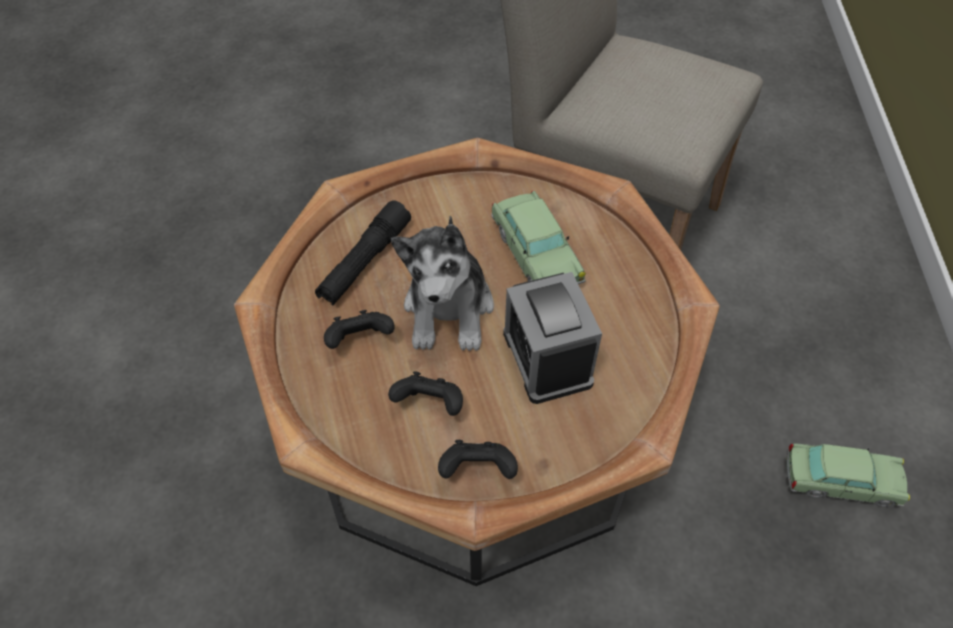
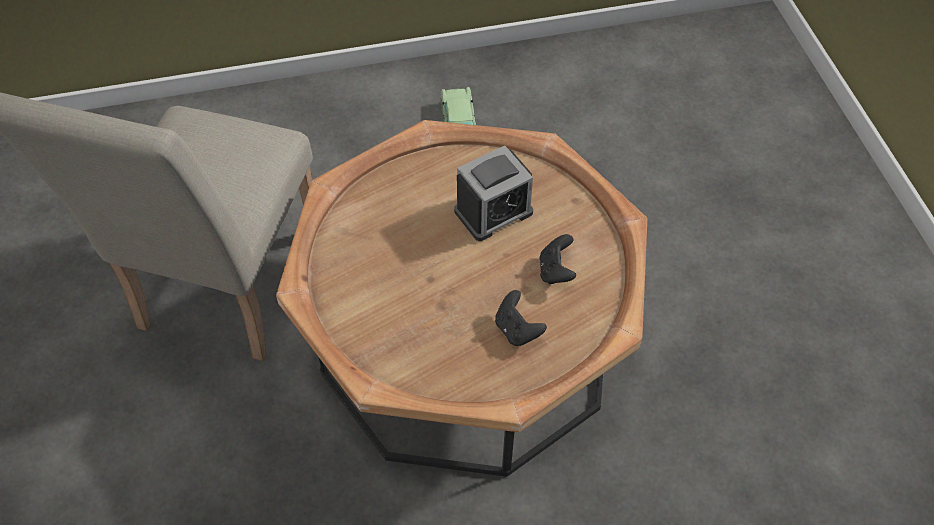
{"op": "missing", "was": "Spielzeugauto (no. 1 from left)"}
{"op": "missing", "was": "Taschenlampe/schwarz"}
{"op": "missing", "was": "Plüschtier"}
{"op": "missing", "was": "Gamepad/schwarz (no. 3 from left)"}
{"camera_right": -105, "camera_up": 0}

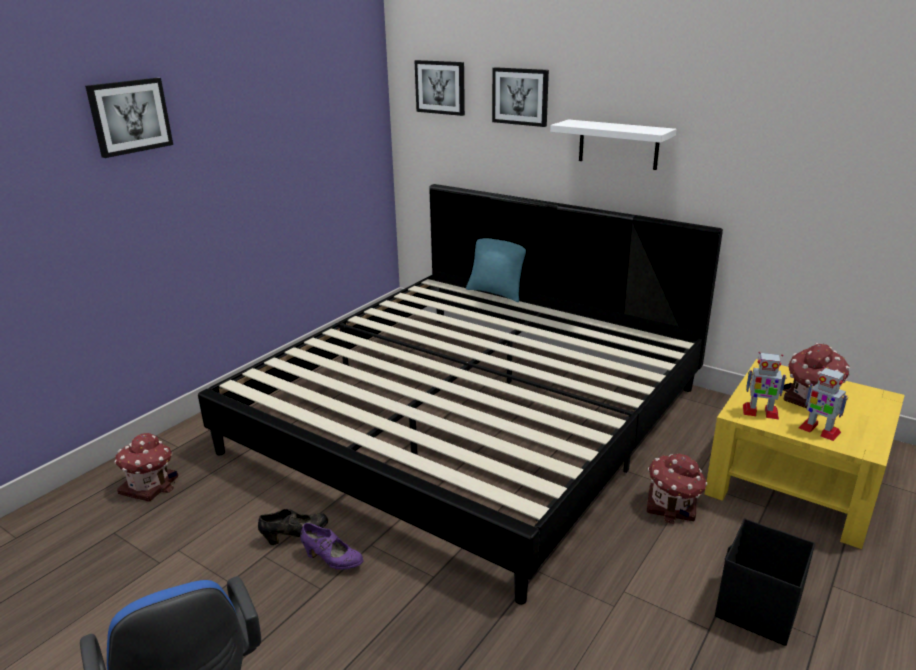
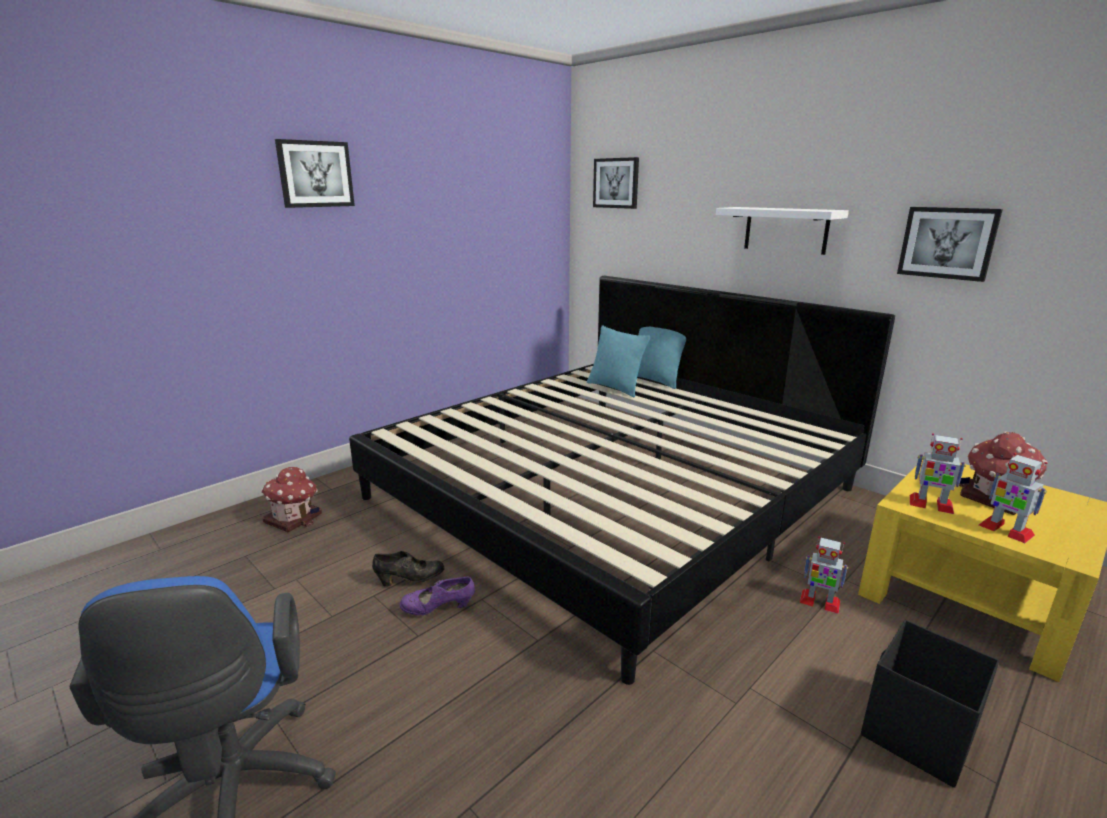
{"op": "relocated", "was": "Bild (no. 3 from left)"}
{"op": "exchanged", "was": "Spielzeughaus (no. 2 from left)", "now": "Spielzeugroboter (no. 1 from left)"}
{"op": "spun", "was": "Schuh/lila", "clockwise": 135}
{"op": "appeared", "now": "Kissen/türkis (no. 1 from left)"}
{"camera_right": 10, "camera_up": -5}

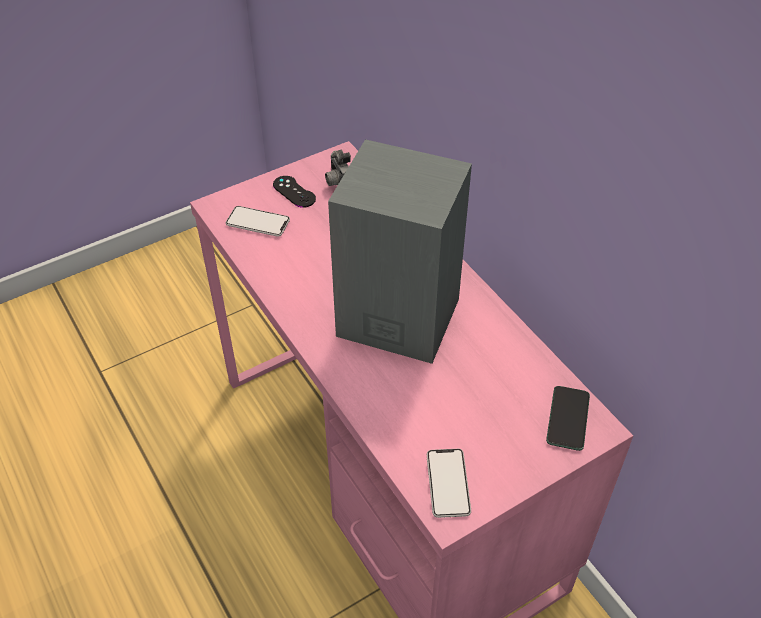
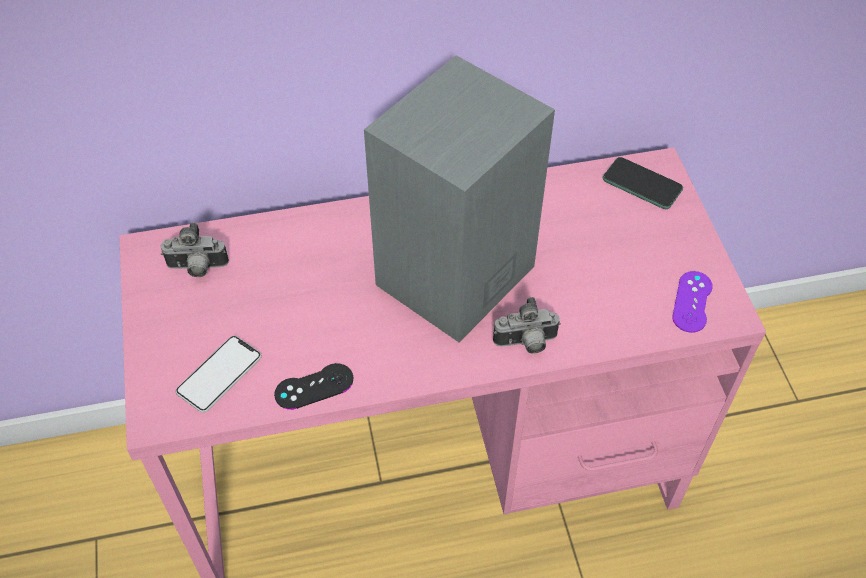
{"op": "relocated", "was": "Gamepad/schwarz"}
{"op": "exchanged", "was": "Handy (no. 2 from left)", "now": "Gamepad/lila"}
{"op": "appeared", "now": "Kamera (no. 2 from left)"}
{"camera_right": -70, "camera_up": 5}

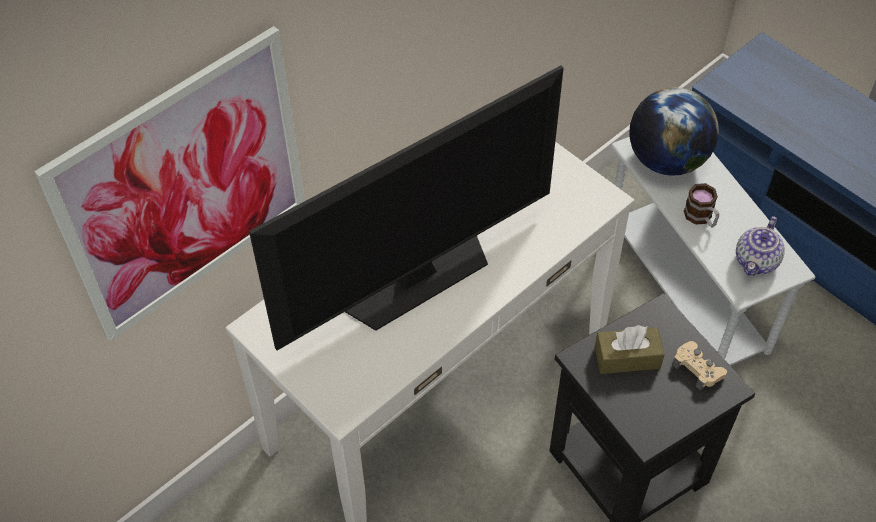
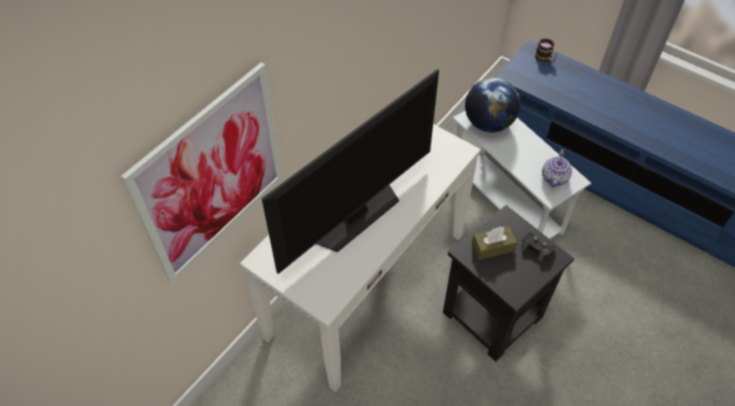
{"op": "relocated", "was": "Henkelbecher"}
{"op": "colour", "was": "Gamepad/beige", "now": "Gamepad/schwarz"}
{"camera_right": -10, "camera_up": 0}

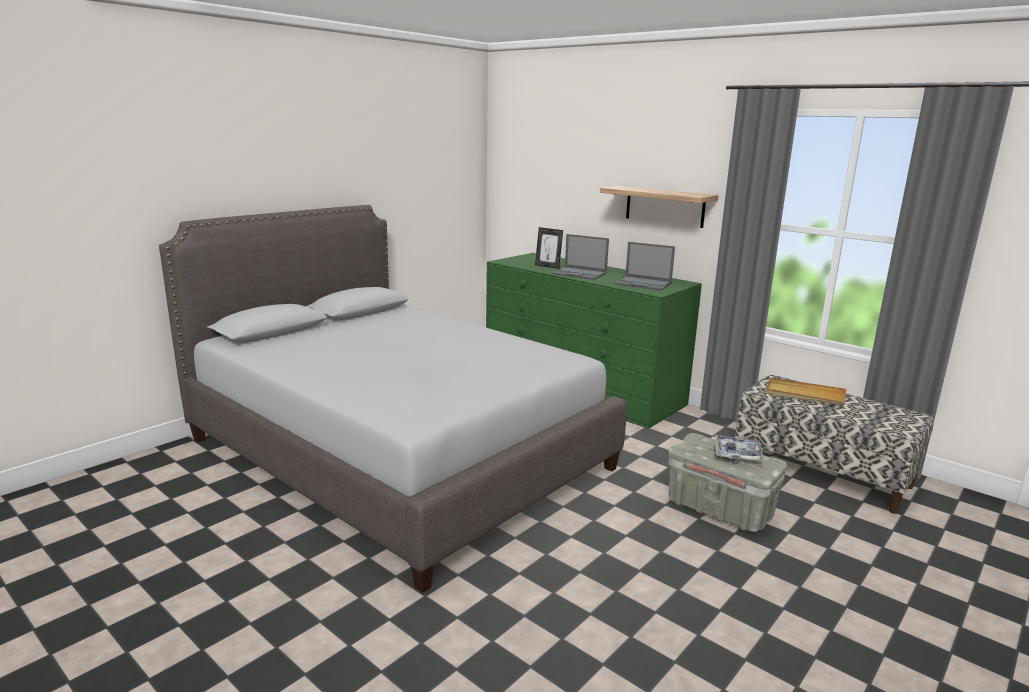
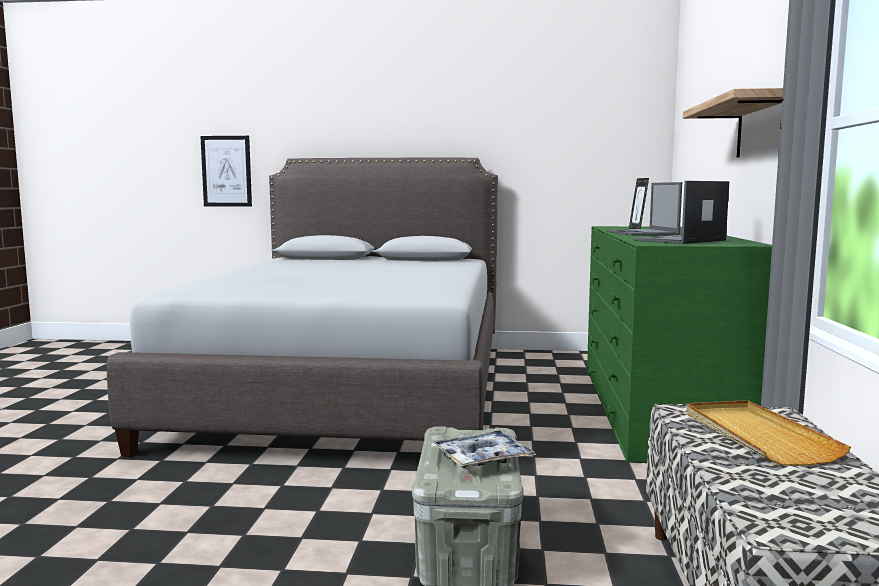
{"op": "spun", "was": "Laptop (no. 2 from left)", "clockwise": 60}
{"op": "appeared", "now": "Bild"}
{"camera_right": 55, "camera_up": -10}

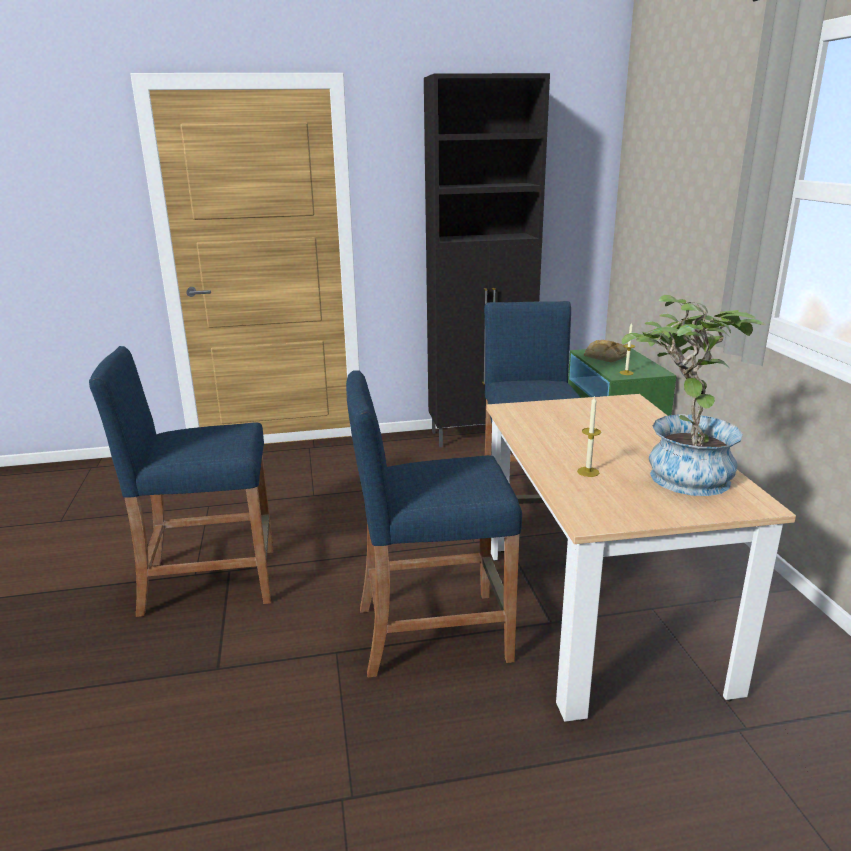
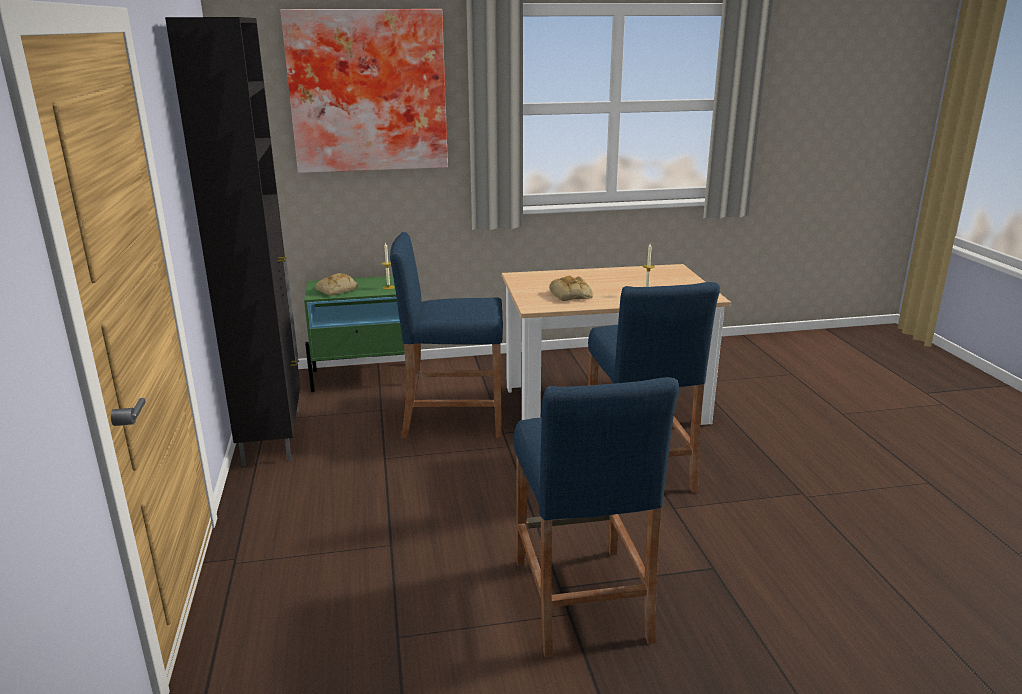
{"op": "missing", "was": "Topfpflanze"}
{"op": "appeared", "now": "Bild"}
{"op": "appeared", "now": "Brot (no. 2 from left)"}
{"camera_right": -90, "camera_up": 0}

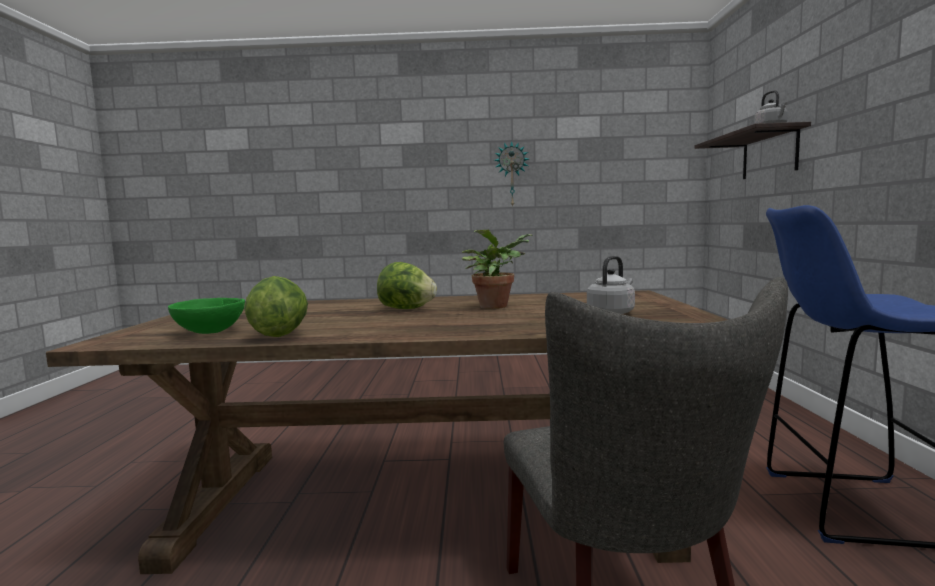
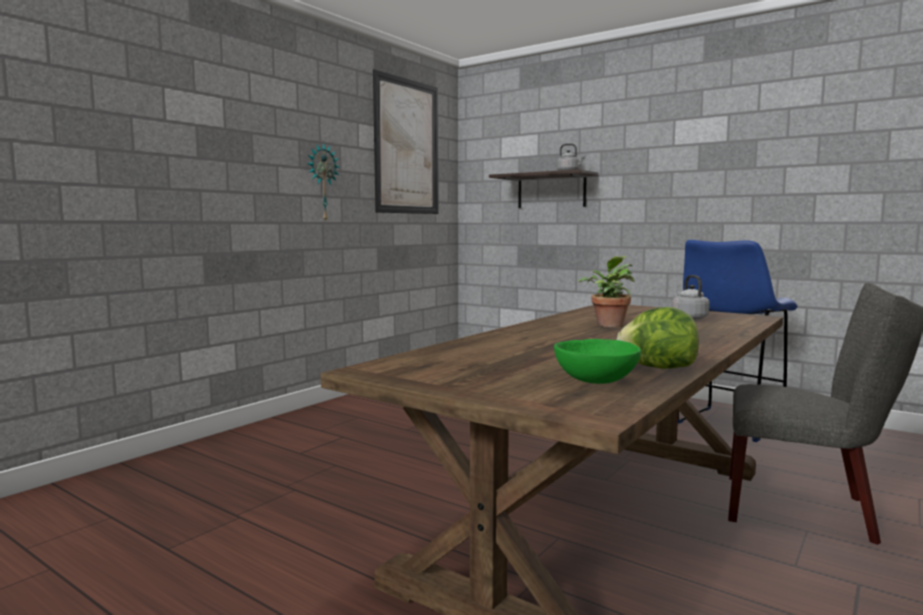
{"op": "missing", "was": "Salatkopf (no. 2 from left)"}
{"op": "appeared", "now": "Bild"}
{"camera_right": -55, "camera_up": 0}

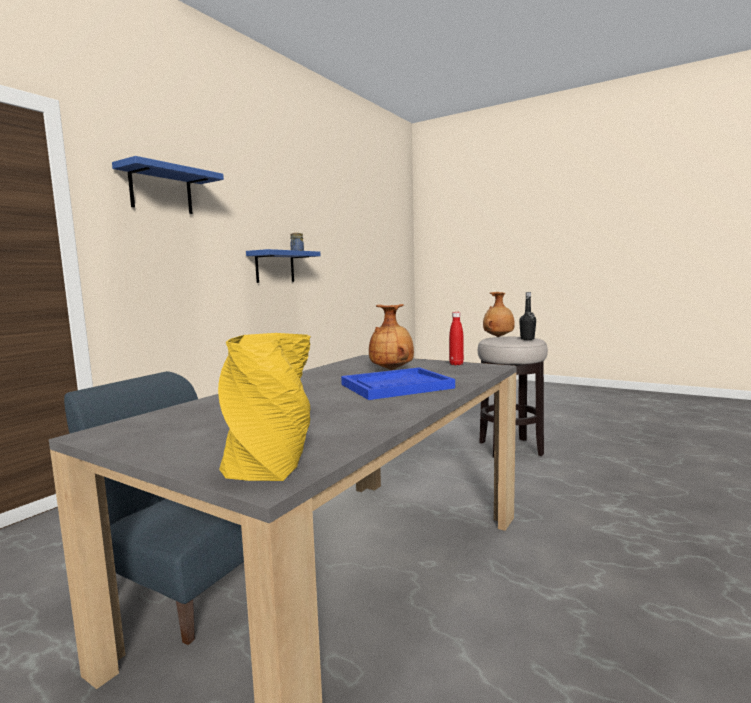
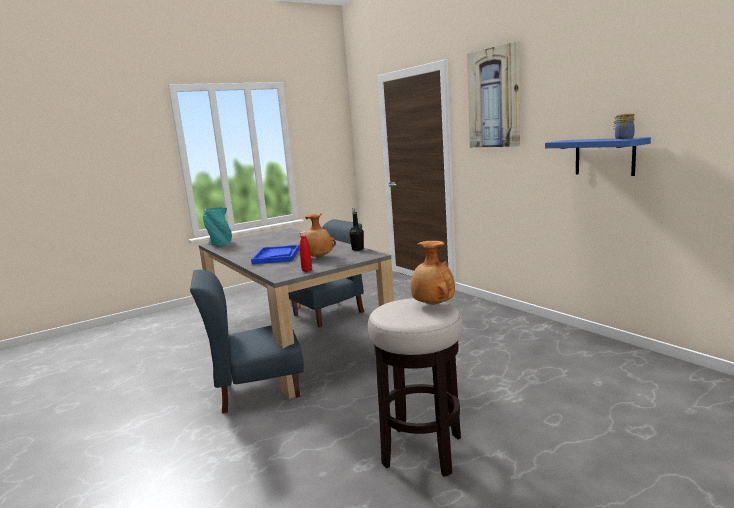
{"op": "exchanged", "was": "Wandregal/blau (no. 1 from left)", "now": "Bild"}
{"op": "relocated", "was": "Flasche/schwarz"}
{"op": "colour", "was": "Vase/gelb", "now": "Vase/türkis"}
{"op": "appeared", "now": "Stuhl/blau (no. 1 from left)"}
{"camera_right": 115, "camera_up": 5}

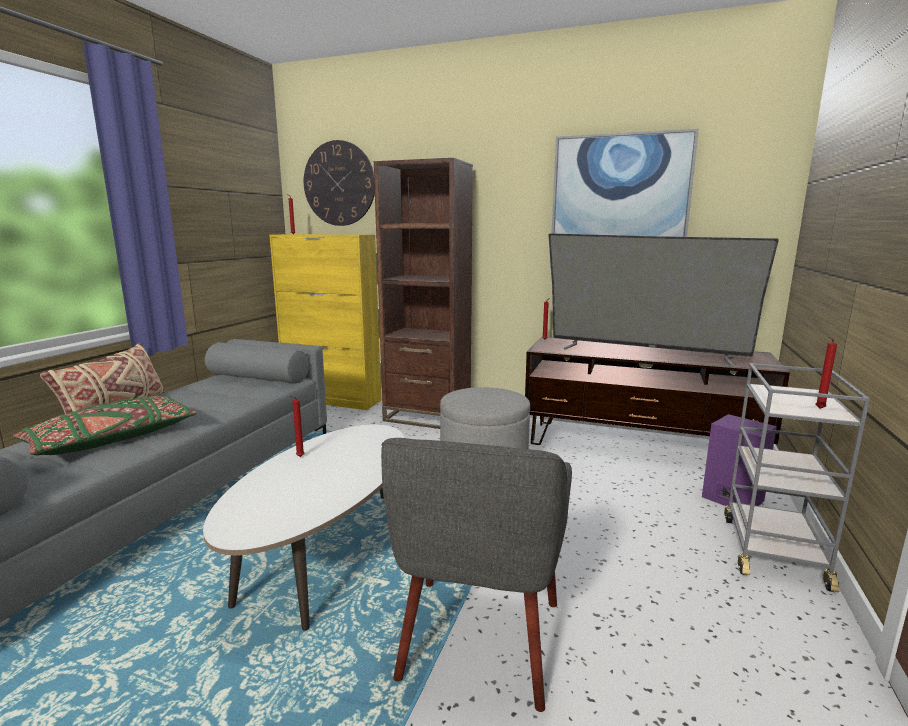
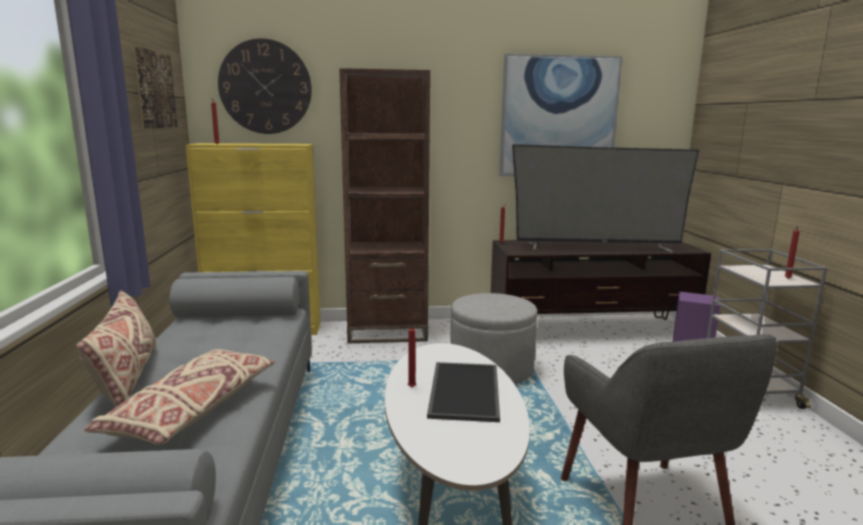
{"op": "colour", "was": "Kissen/grün", "now": "Kissen/beige (no. 2 from left)"}
{"op": "appeared", "now": "Bild (no. 1 from left)"}
{"op": "appeared", "now": "Tablett"}
{"camera_right": -25, "camera_up": 0}

